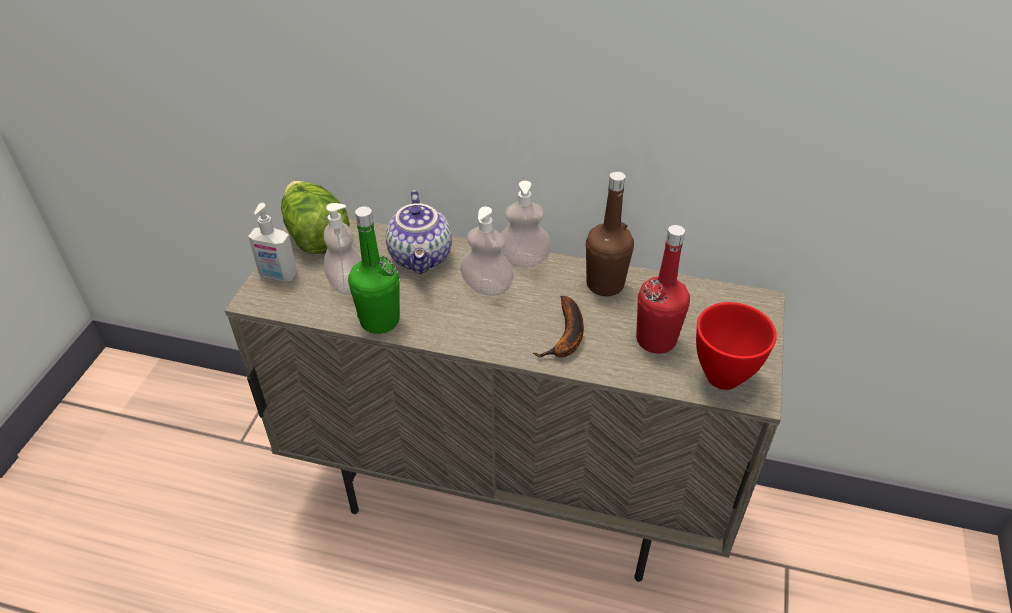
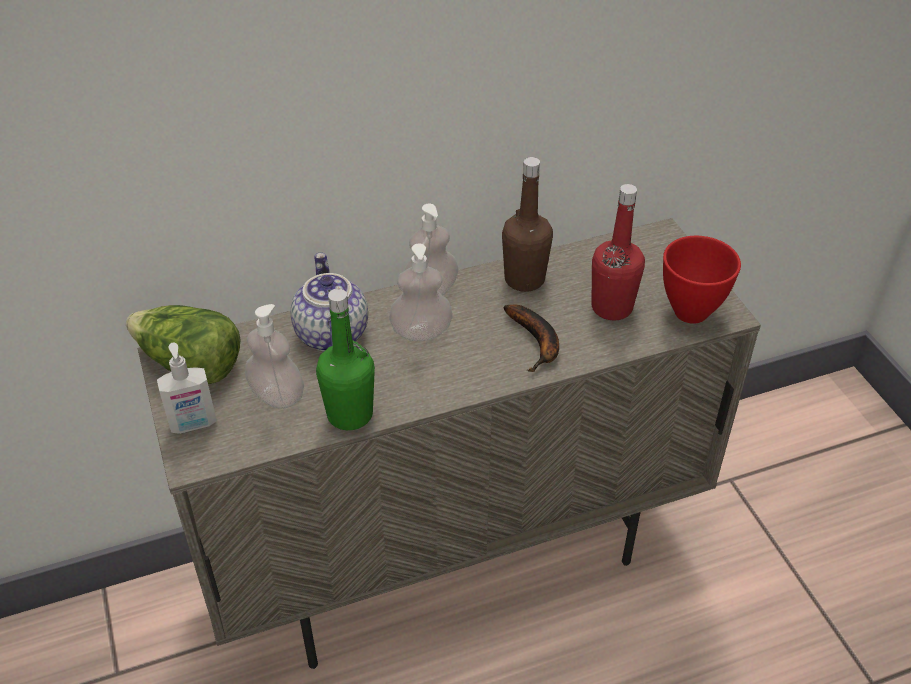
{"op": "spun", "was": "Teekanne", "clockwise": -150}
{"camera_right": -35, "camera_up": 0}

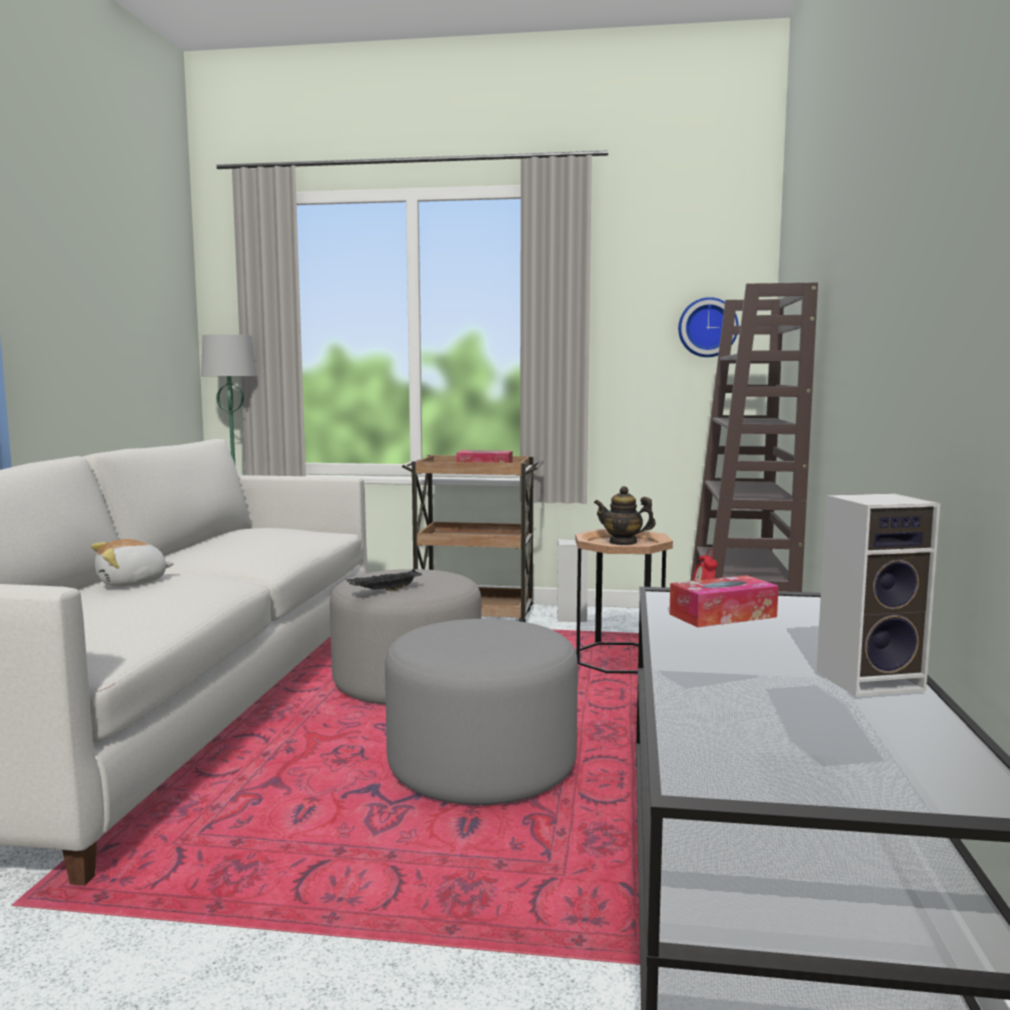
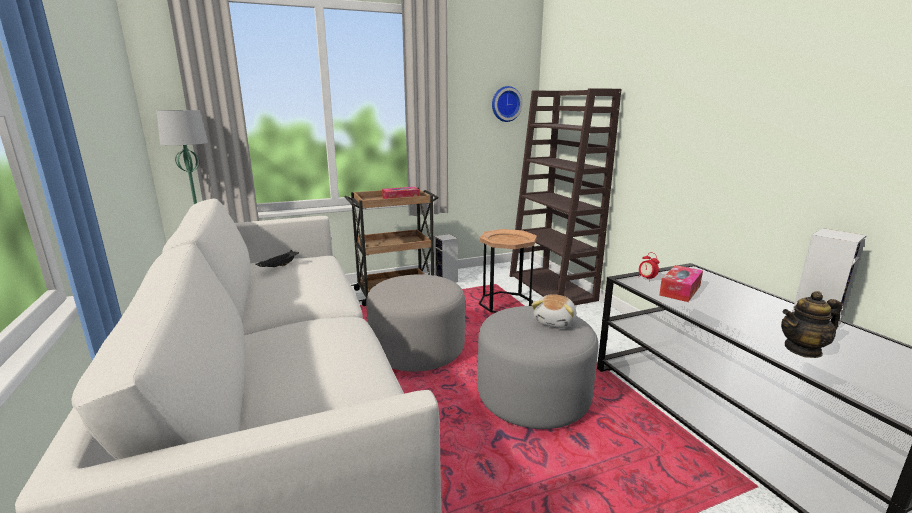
{"op": "relocated", "was": "Teekanne"}
{"op": "relocated", "was": "Plüschtier"}
{"op": "relocated", "was": "Tablett/schwarz"}
{"camera_right": -30, "camera_up": 10}

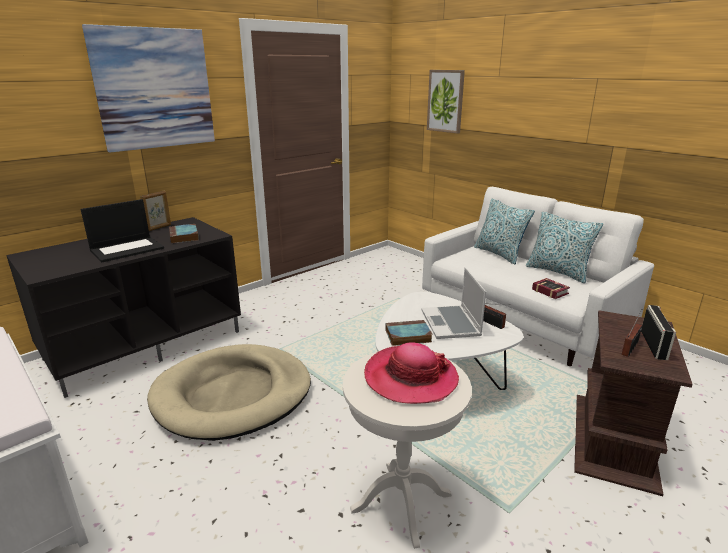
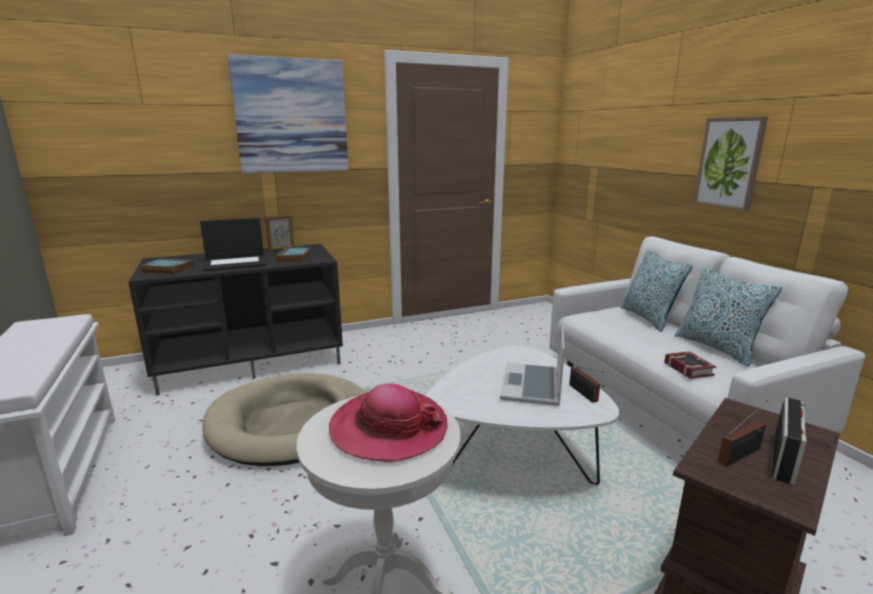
{"op": "relocated", "was": "Bild (no. 2 from left)"}
{"op": "relocated", "was": "Buch (no. 2 from left in the first image)", "now": "Buch (no. 1 from left)"}
{"camera_right": 20, "camera_up": -5}

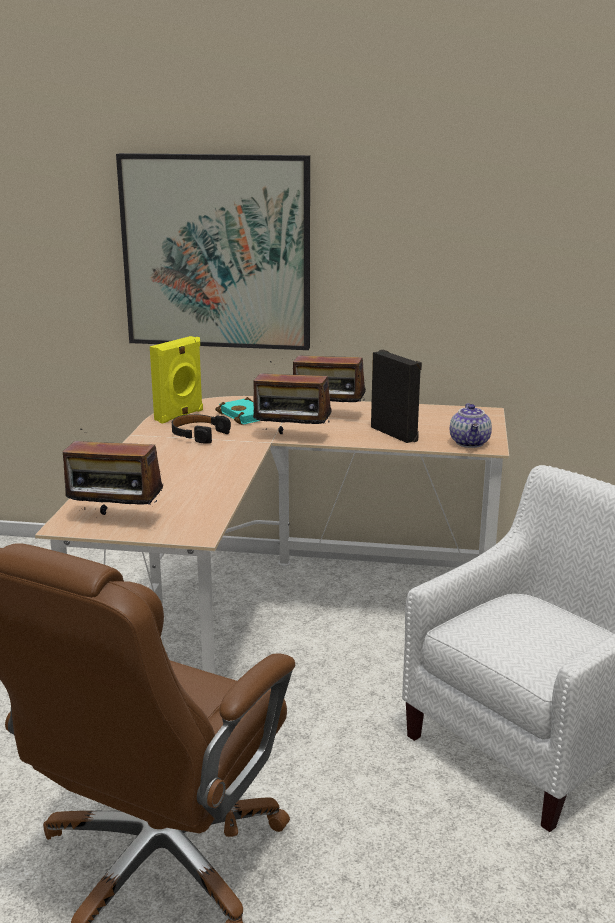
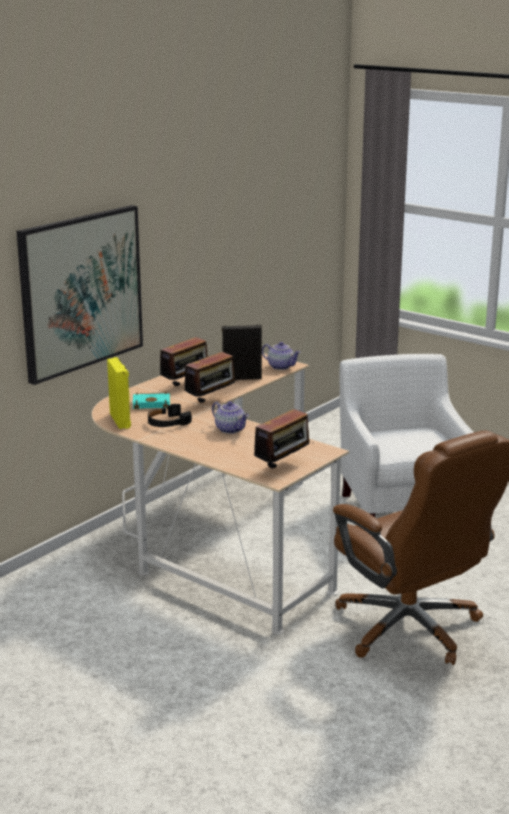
{"op": "appeared", "now": "Teekanne (no. 1 from left)"}
{"camera_right": -60, "camera_up": 0}

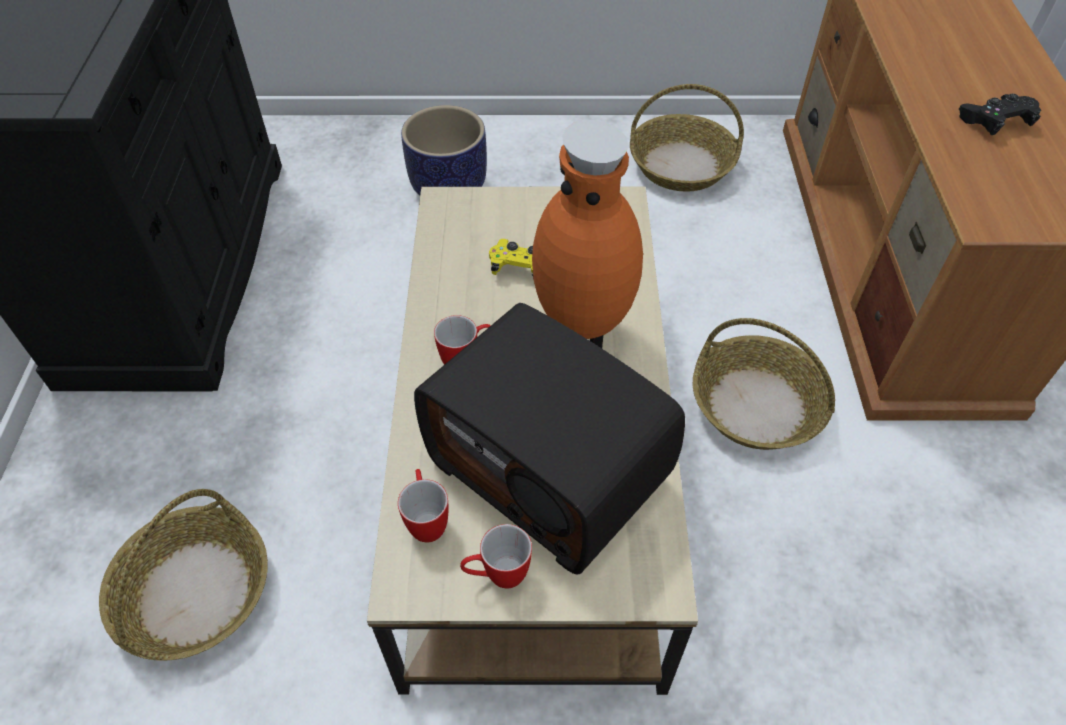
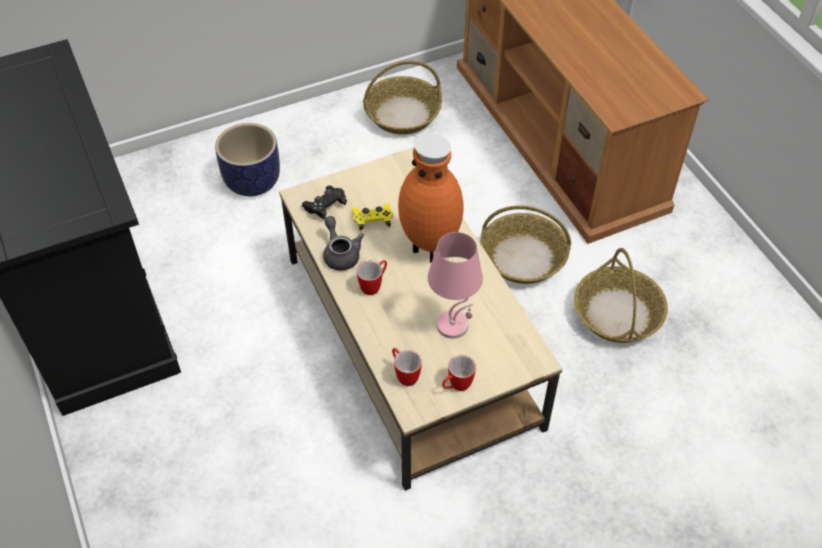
{"op": "relocated", "was": "Gamepad/schwarz"}
{"op": "exchanged", "was": "Radio", "now": "Tischlampe/rosa"}
{"op": "relocated", "was": "Korb (no. 1 from left in the first image)", "now": "Korb (no. 3 from left)"}
{"op": "appeared", "now": "Teekanne/grau"}
{"camera_right": -25, "camera_up": 0}

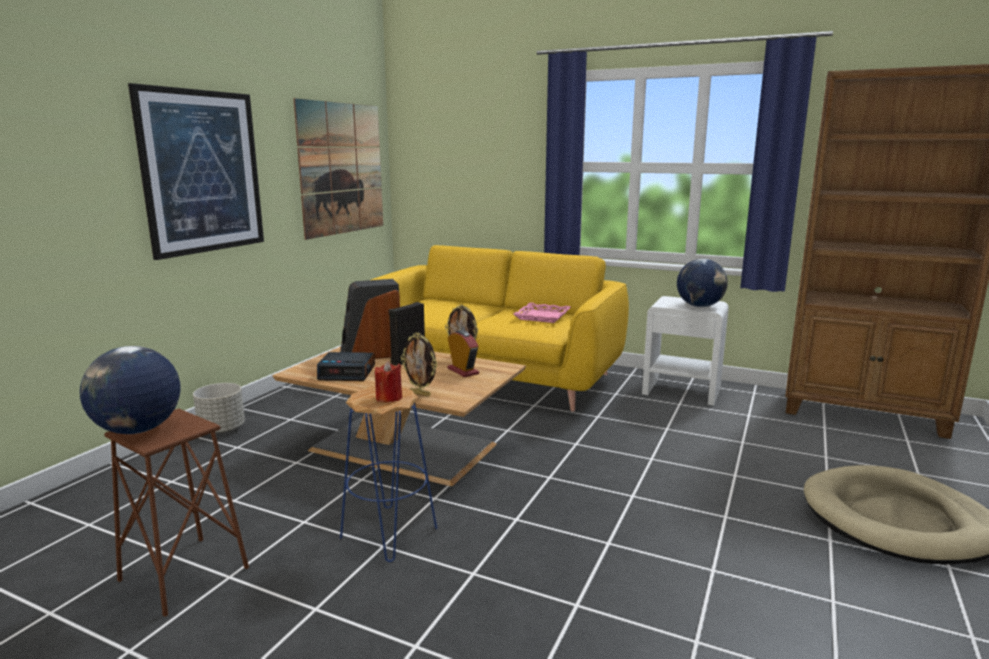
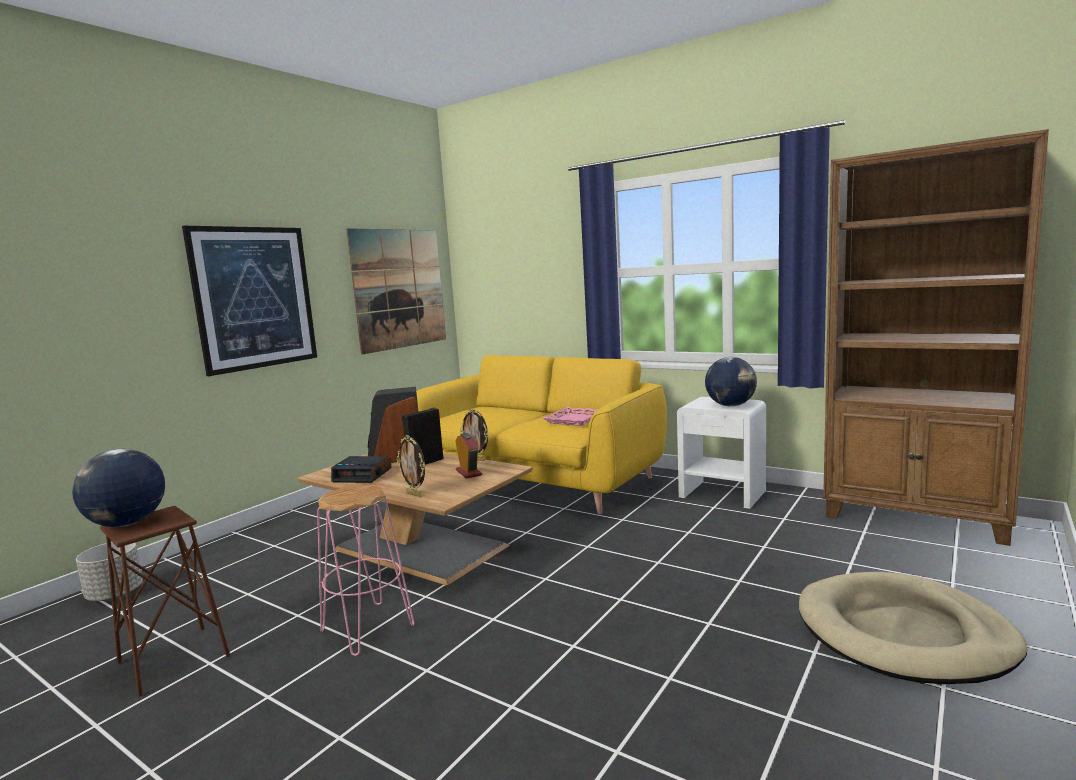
{"op": "missing", "was": "Kerze/rot"}
{"op": "relocated", "was": "Pflanzkübel/grau"}
{"op": "colour", "was": "Hocker/blau", "now": "Hocker/rosa"}
{"camera_right": 10, "camera_up": -5}

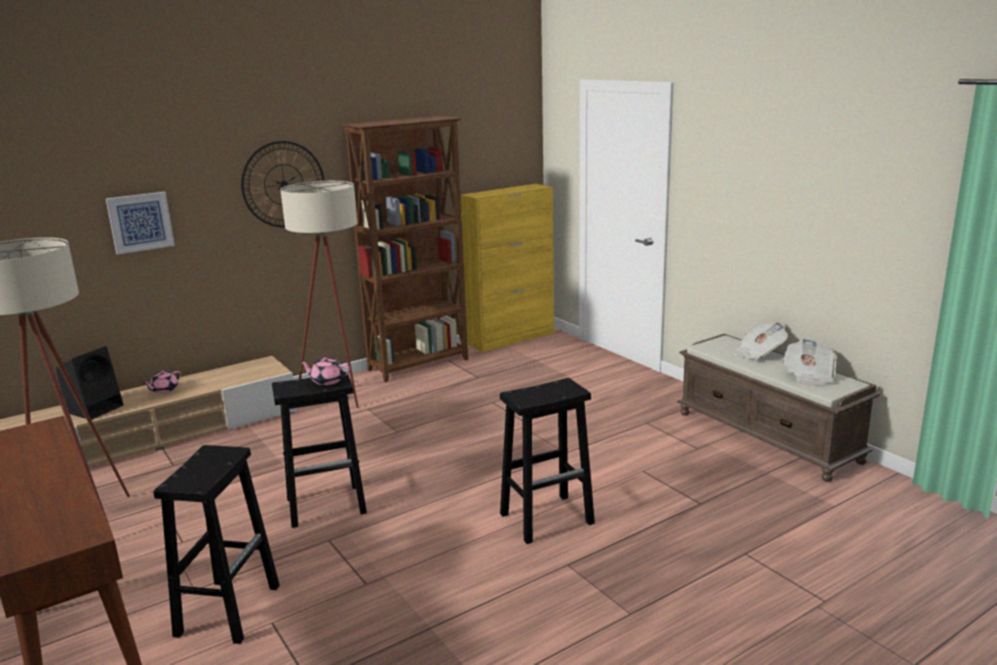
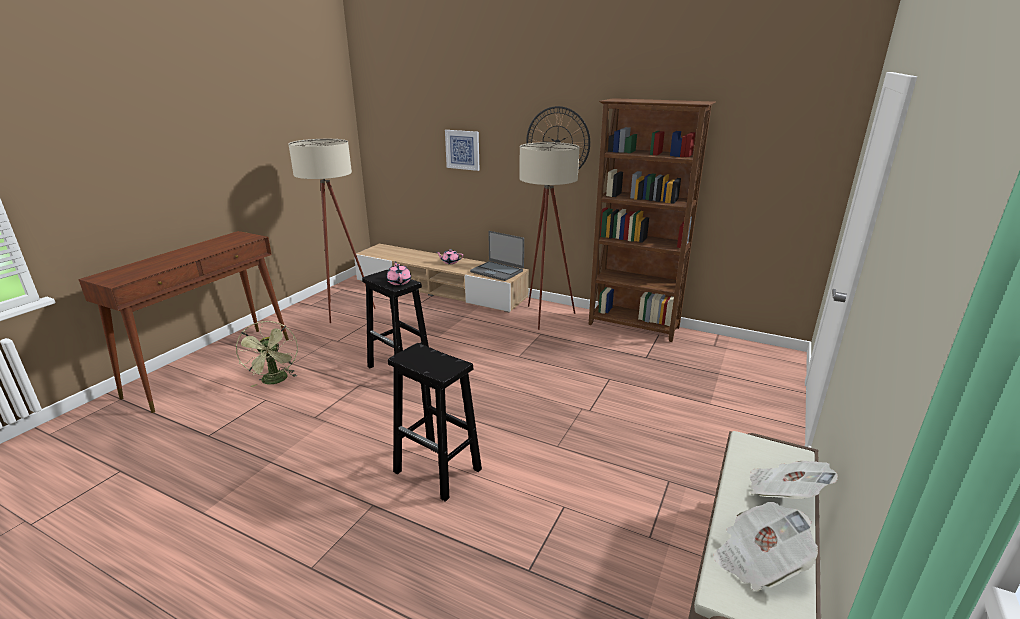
{"op": "missing", "was": "Schrank/gelb"}
{"op": "missing", "was": "Lautsprecher/schwarz"}
{"op": "exchanged", "was": "Hocker/schwarz (no. 1 from left)", "now": "Ventilator/grün"}
{"op": "appeared", "now": "Laptop"}
{"camera_right": 60, "camera_up": 5}

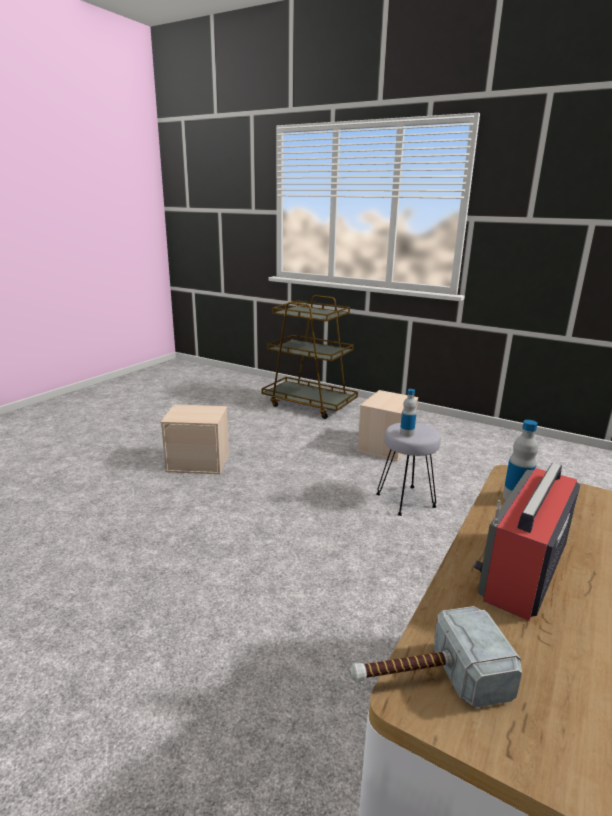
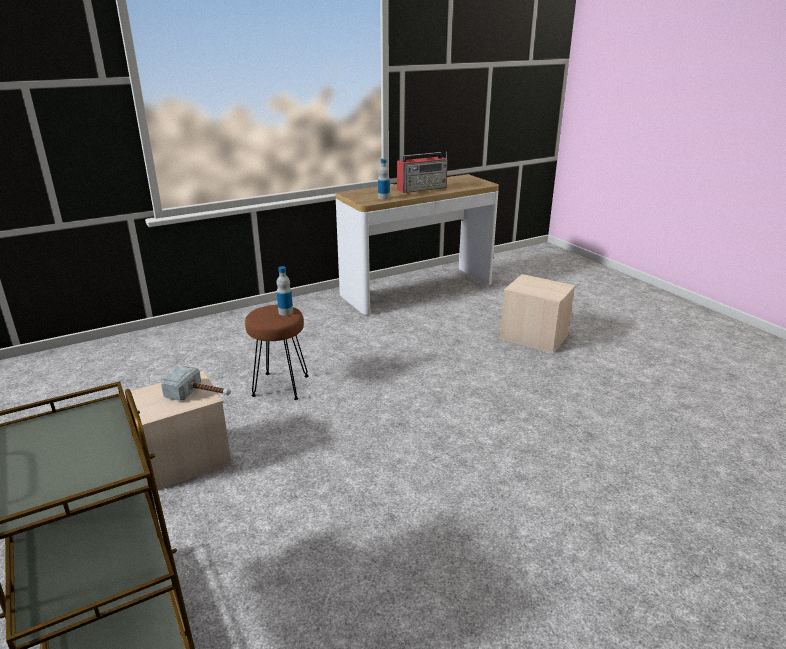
{"op": "relocated", "was": "Aufbewahrungsbox/beige (no. 1 from left in the first image)", "now": "Aufbewahrungsbox/beige (no. 2 from left)"}
{"op": "colour", "was": "Hocker/grau", "now": "Hocker/braun"}
{"op": "relocated", "was": "Hammer"}
{"camera_right": -150, "camera_up": 5}

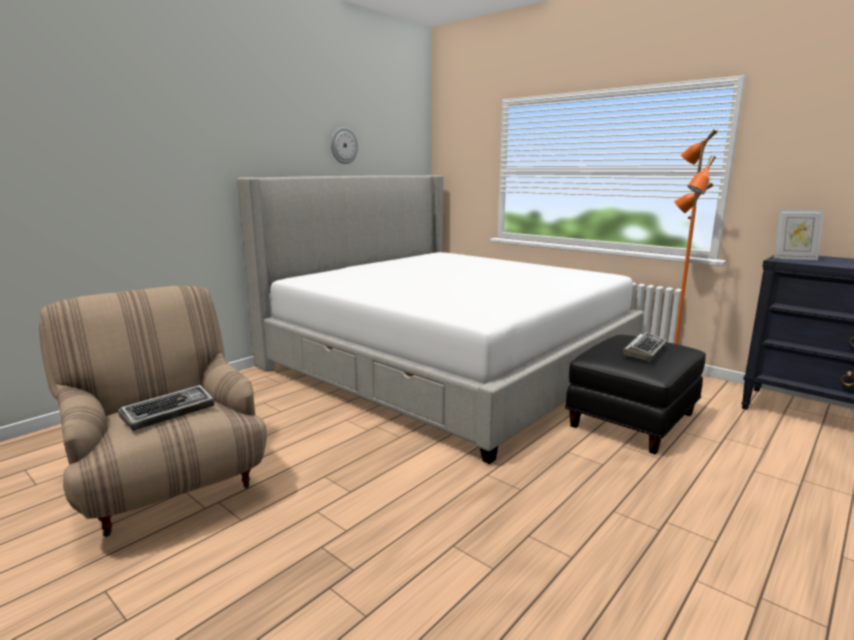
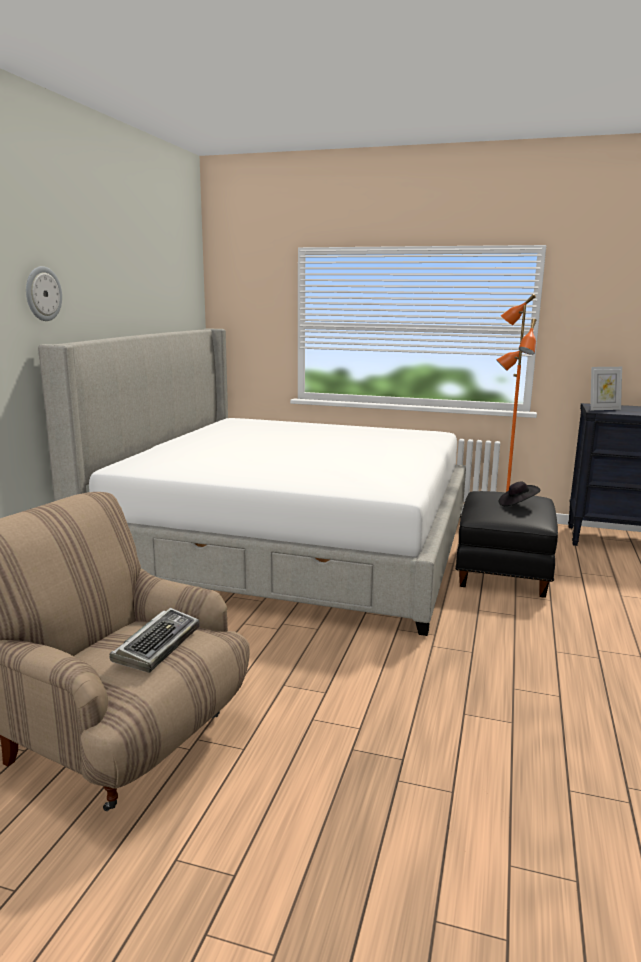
{"op": "relocated", "was": "Wanduhr"}
{"op": "exchanged", "was": "Tastatur (no. 2 from left)", "now": "Hut/schwarz"}
{"camera_right": -25, "camera_up": 0}

